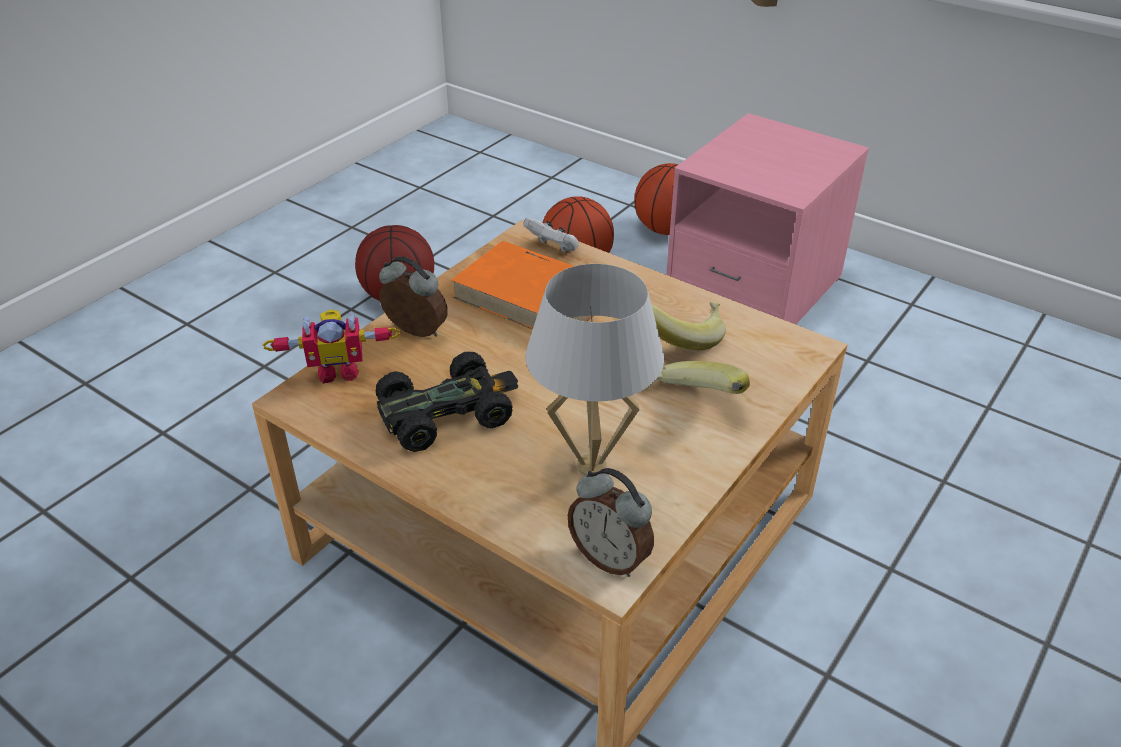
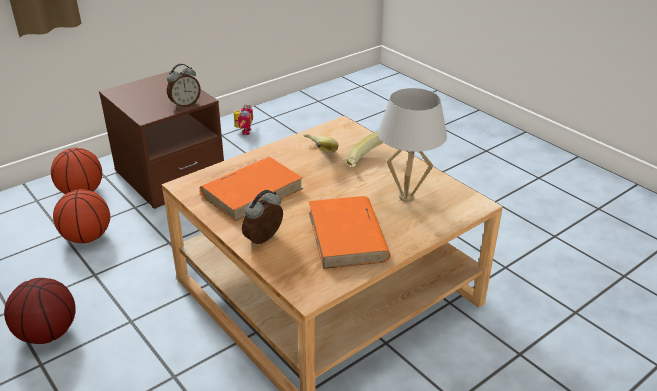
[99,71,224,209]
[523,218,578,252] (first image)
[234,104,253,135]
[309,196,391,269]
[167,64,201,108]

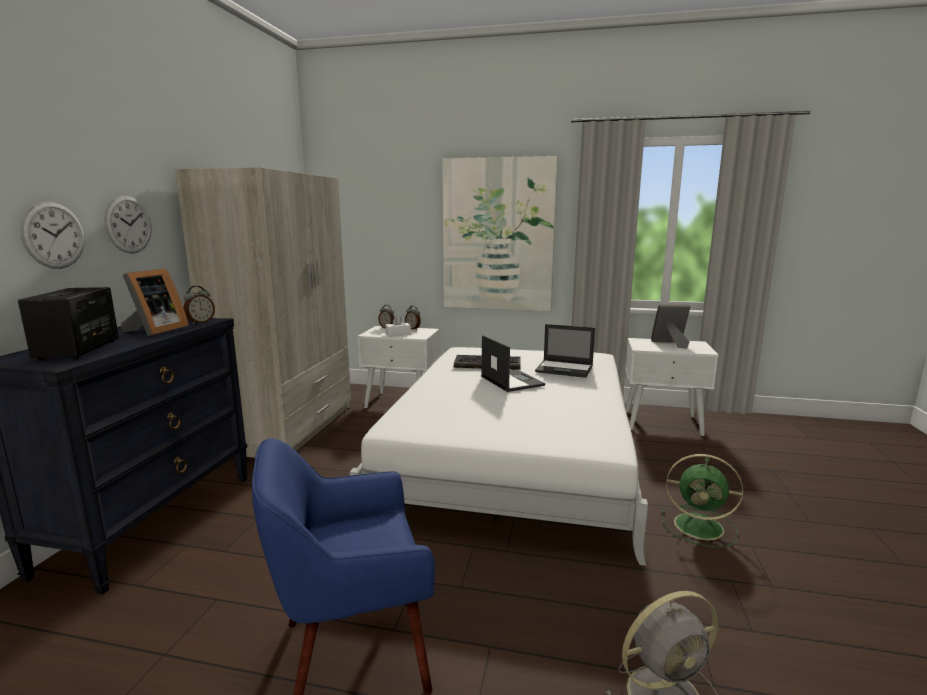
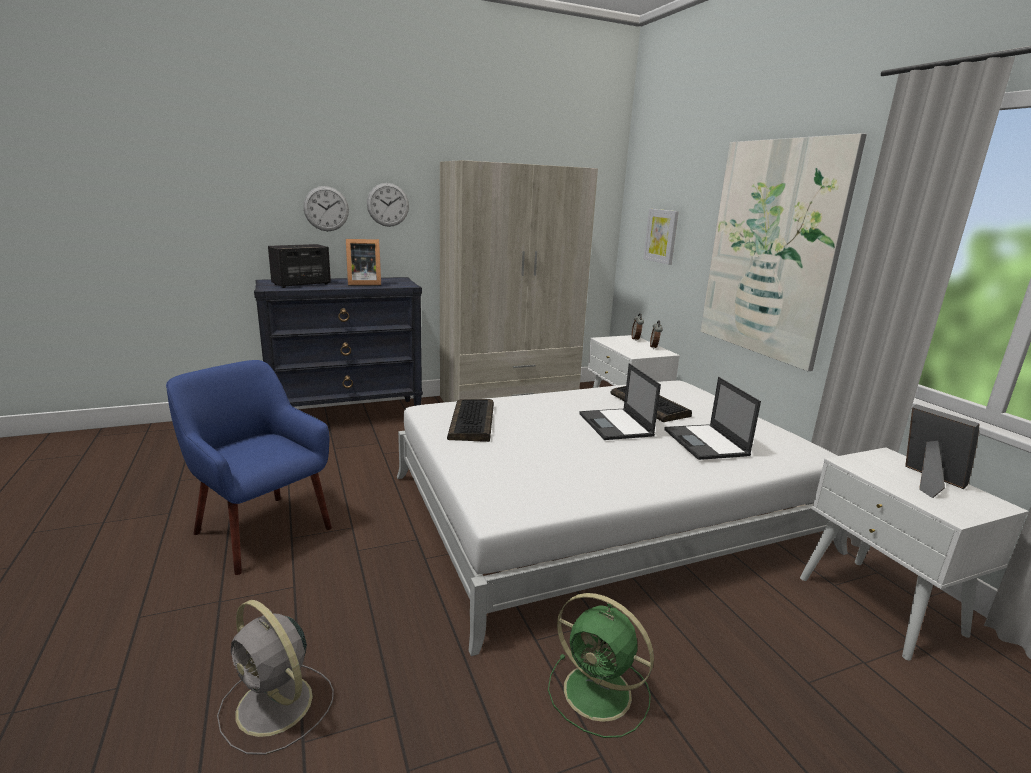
[184,286,215,325] (first image)
[385,315,411,337] (first image)
[580,363,661,440]
[548,593,654,738]
[643,209,679,265]
[447,399,494,442]

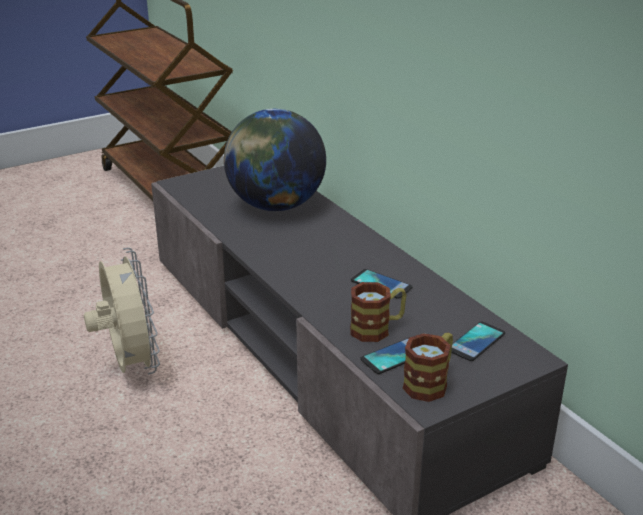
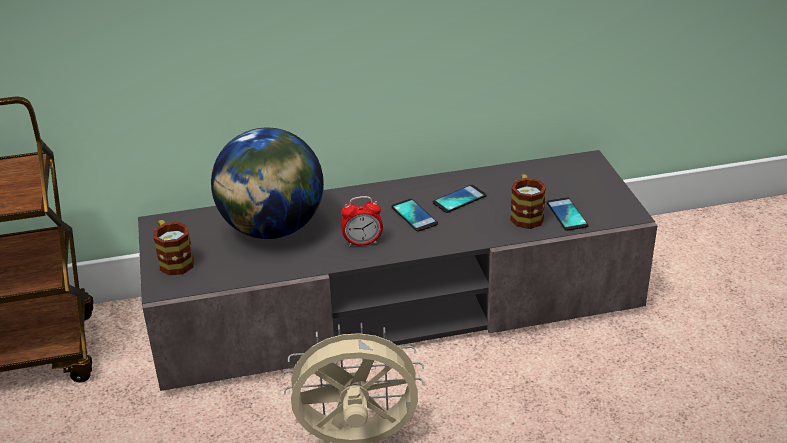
[391,199,438,232]
[153,220,194,276]
[341,196,383,247]

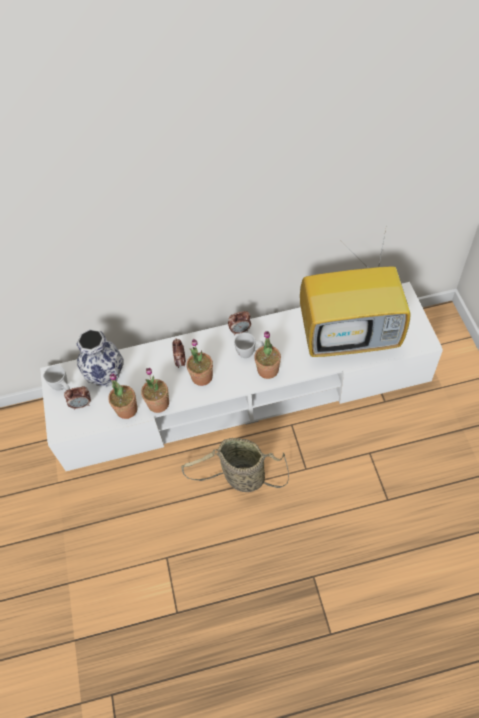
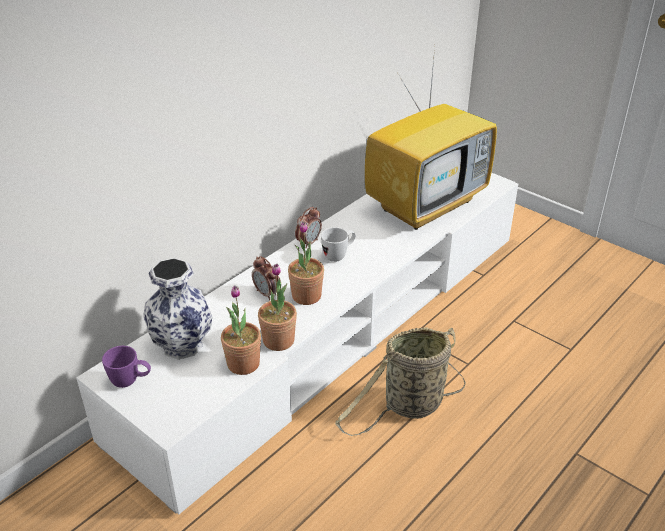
[254,331,281,379] (first image)
[102,346,151,388]
[64,386,91,410] (first image)

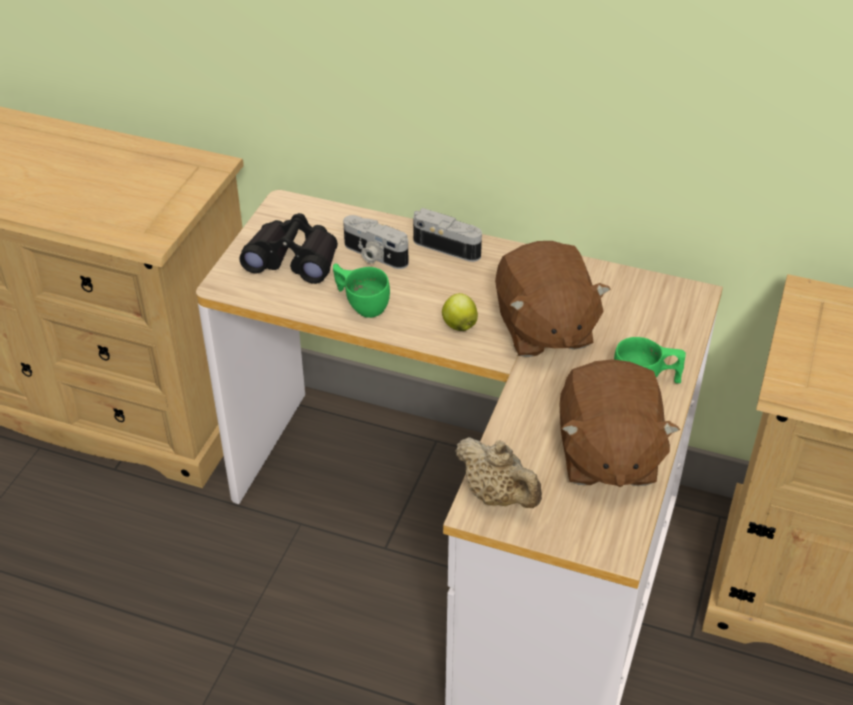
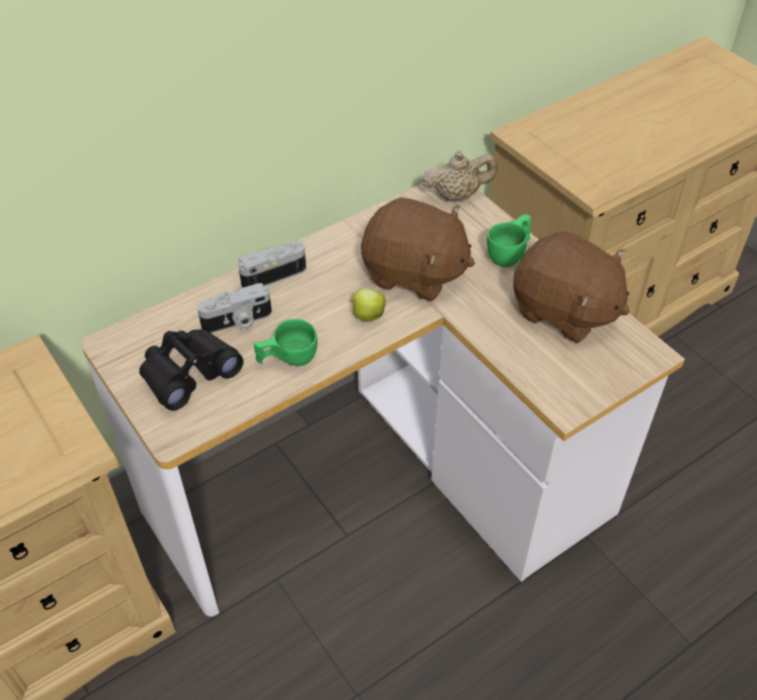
[422,151,497,201]

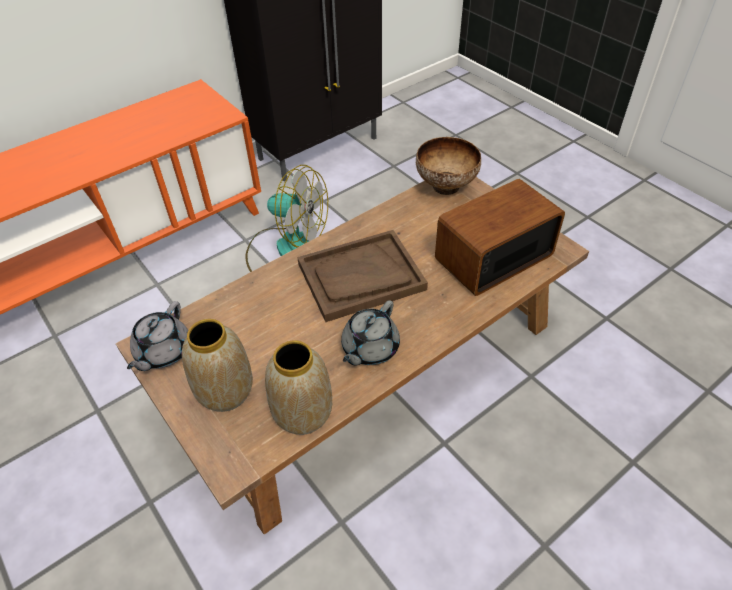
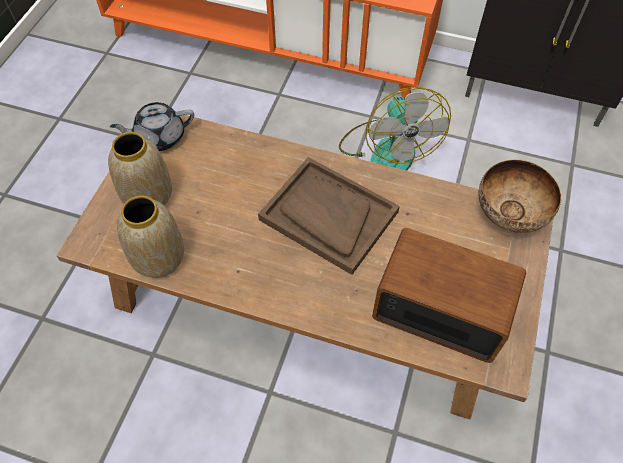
[341,300,400,366] (first image)

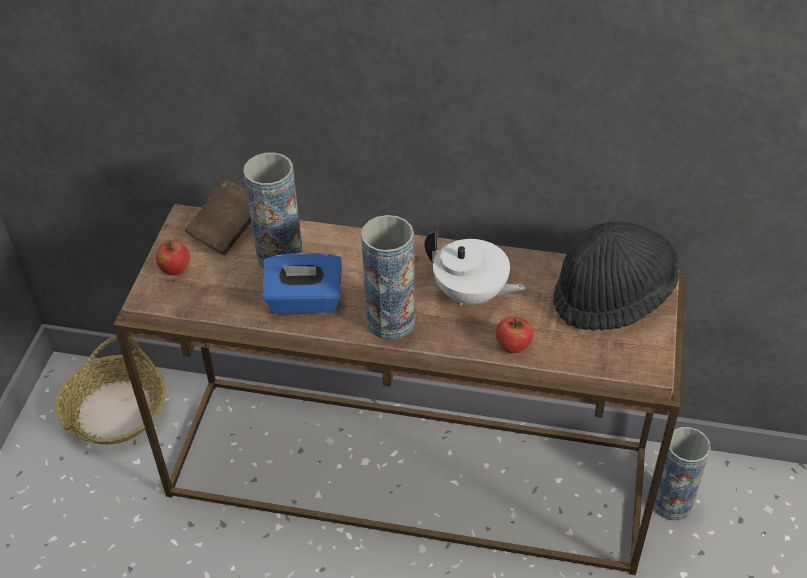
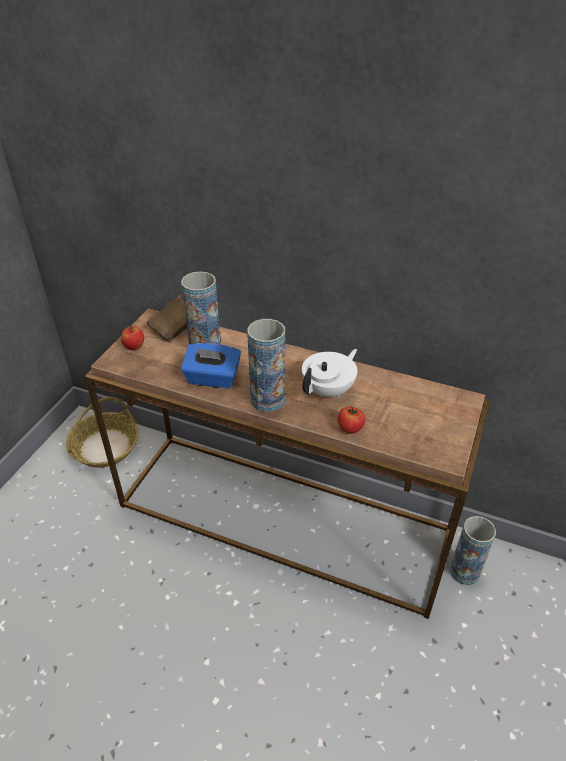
[553,221,679,330] (first image)
[302,349,357,398]

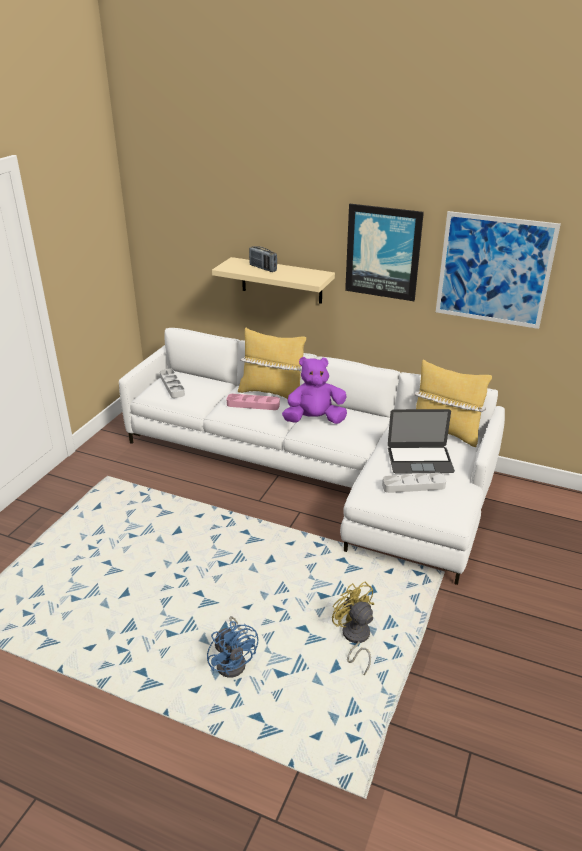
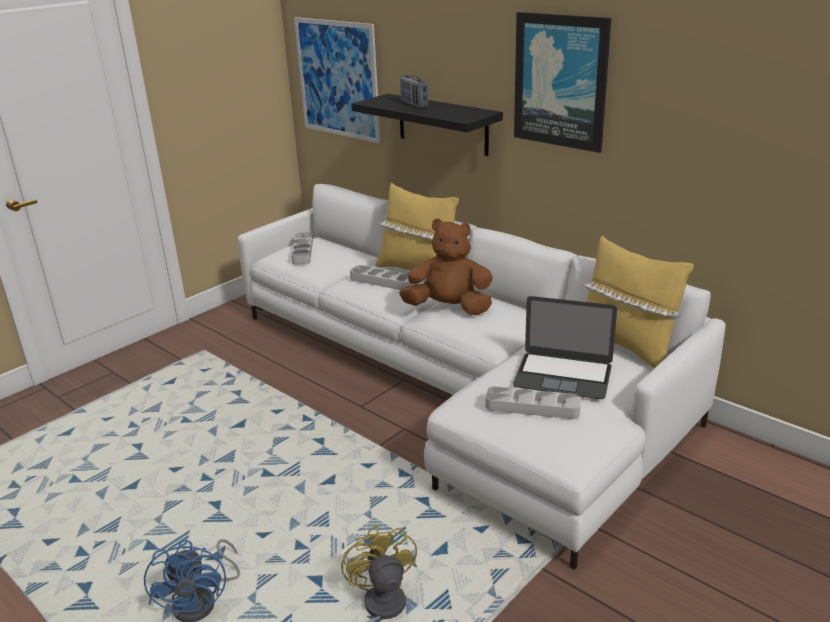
[294,17,381,143]
[351,94,503,156]
[399,218,493,315]
[350,265,416,290]

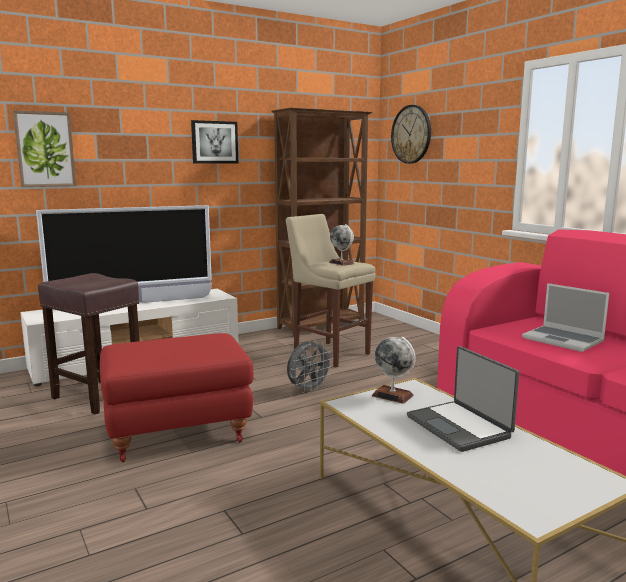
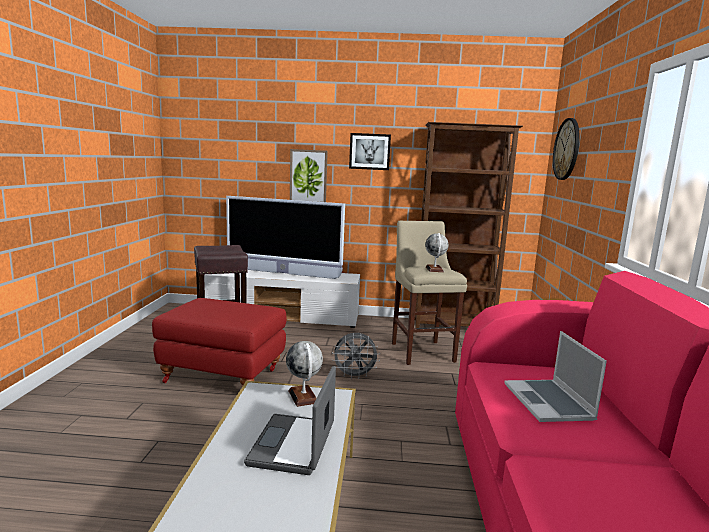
[290,149,328,202]

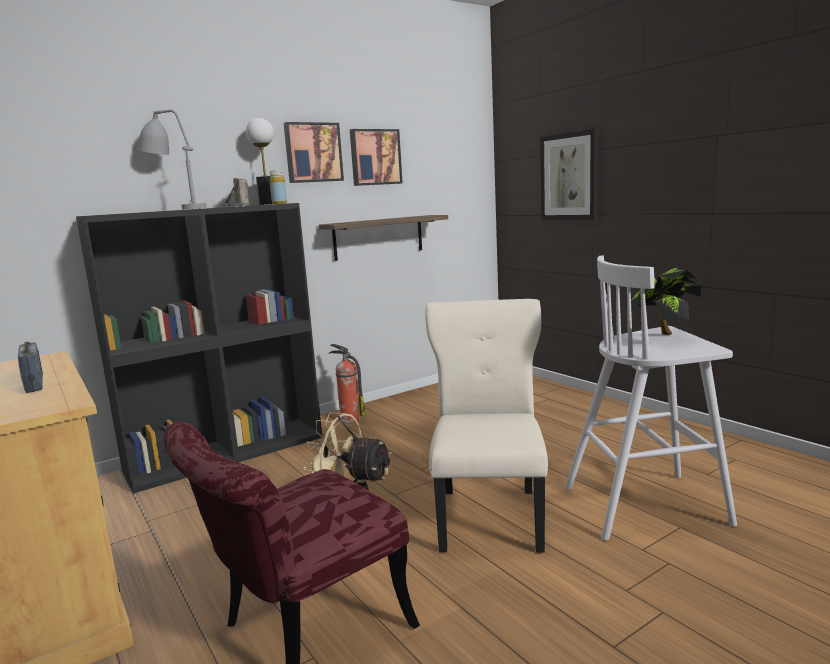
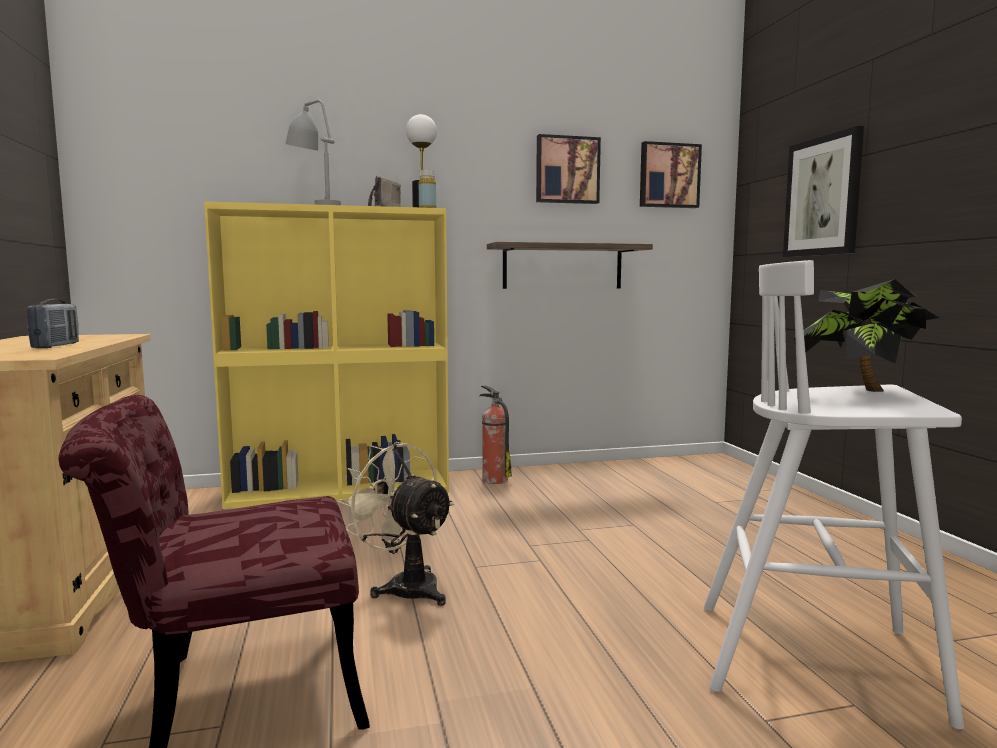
[640,141,702,208]
[204,201,449,509]
[425,299,548,553] (first image)

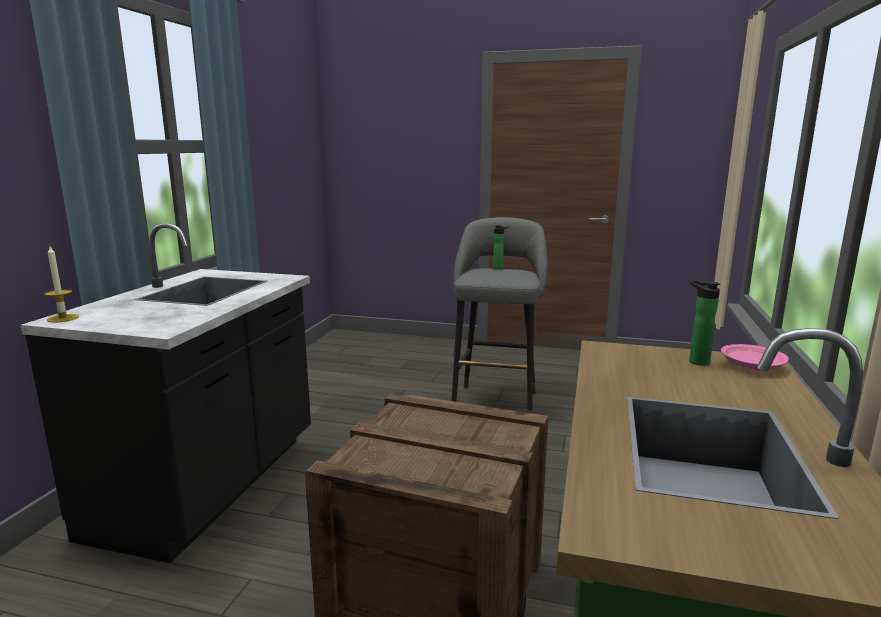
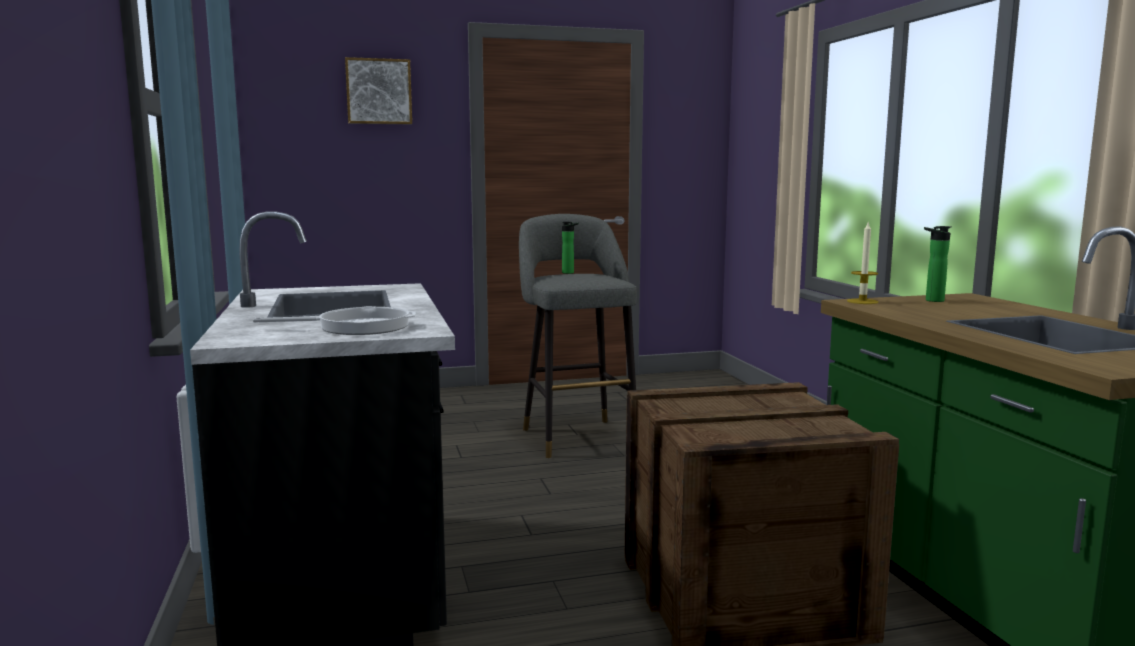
[847,223,879,304]
[721,344,789,371] (first image)
[345,57,412,124]
[253,306,416,335]

